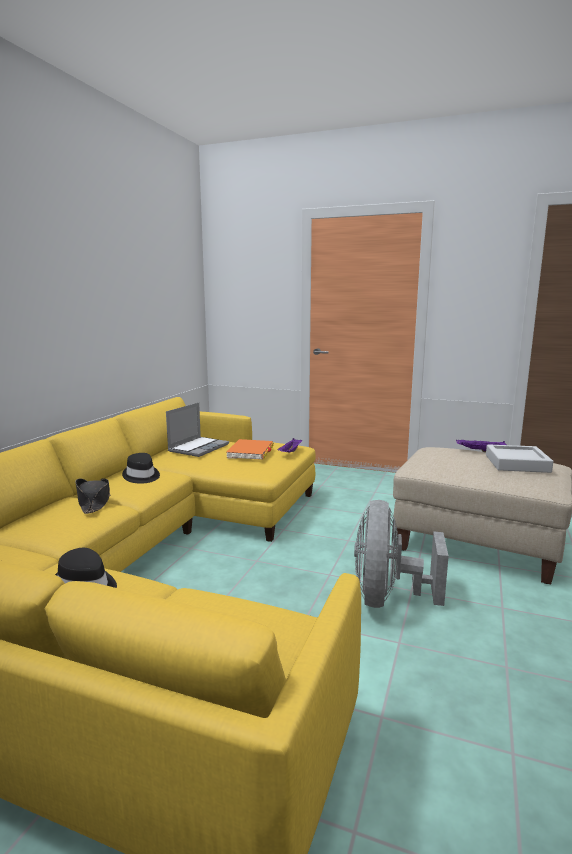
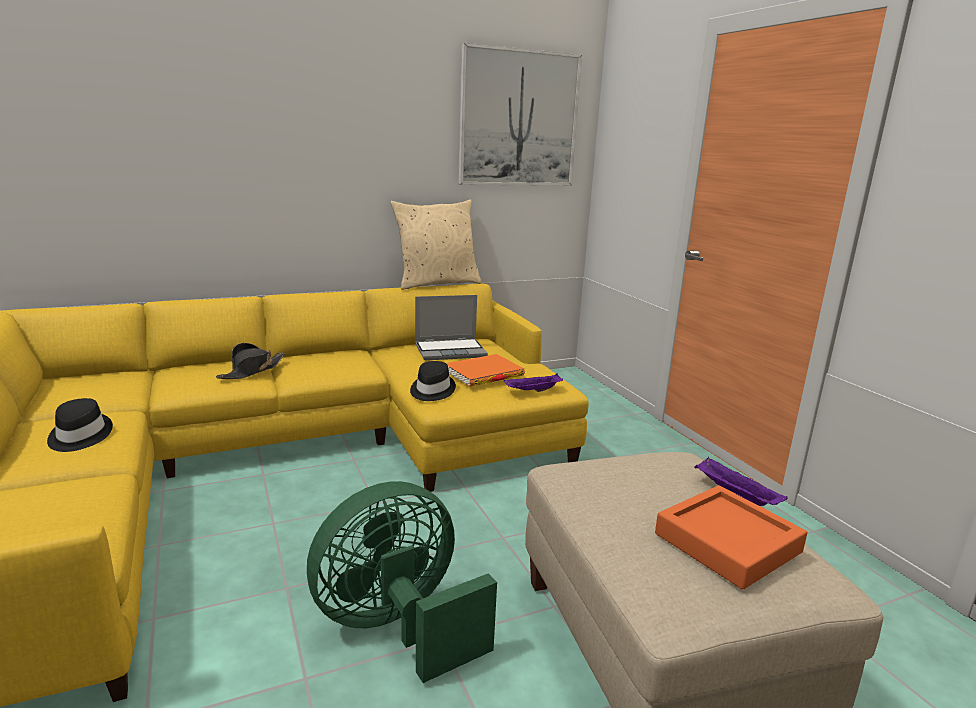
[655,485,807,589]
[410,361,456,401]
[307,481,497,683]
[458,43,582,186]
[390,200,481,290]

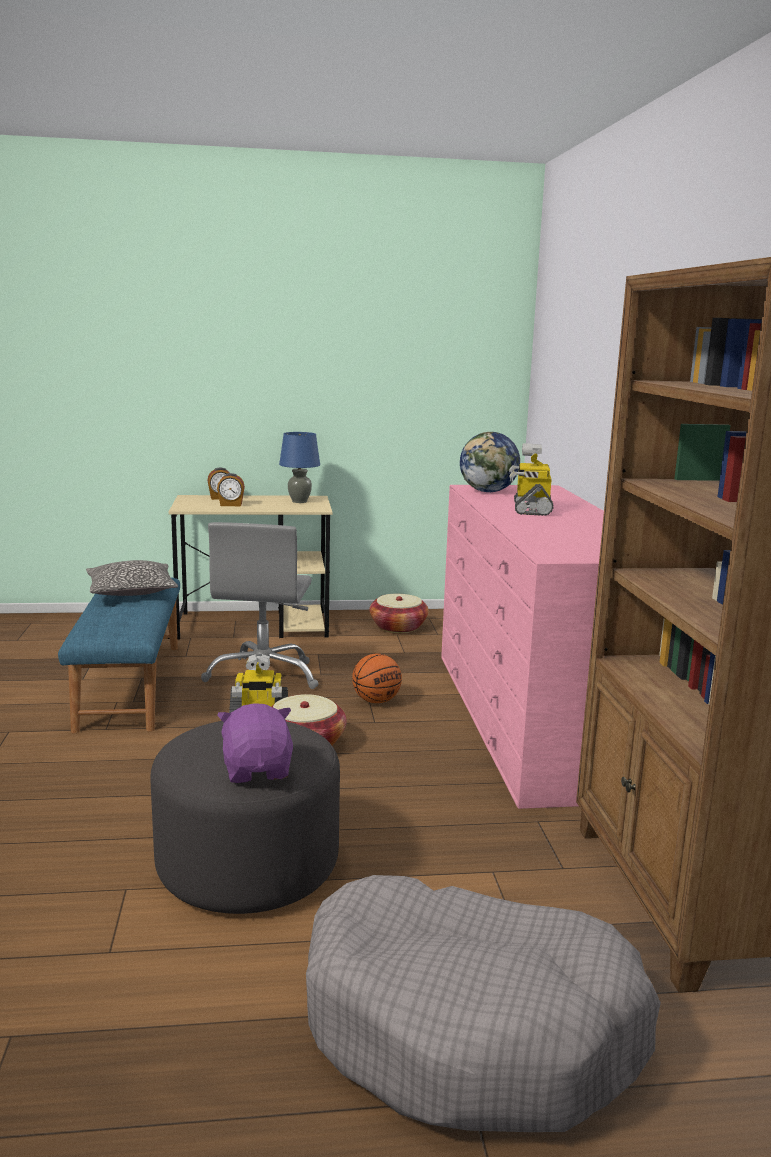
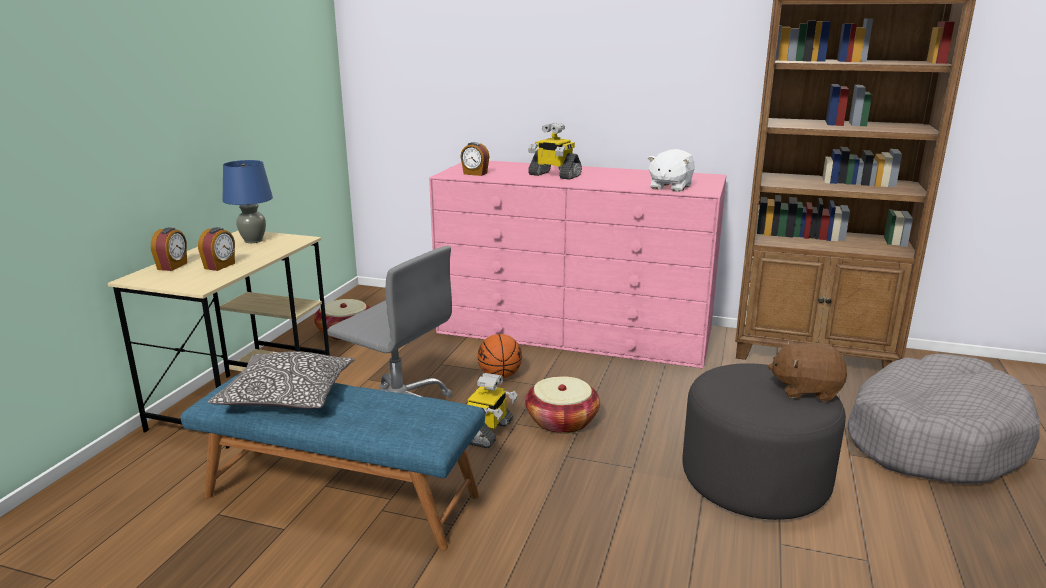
[460,142,490,176]
[768,339,847,402]
[648,149,695,192]

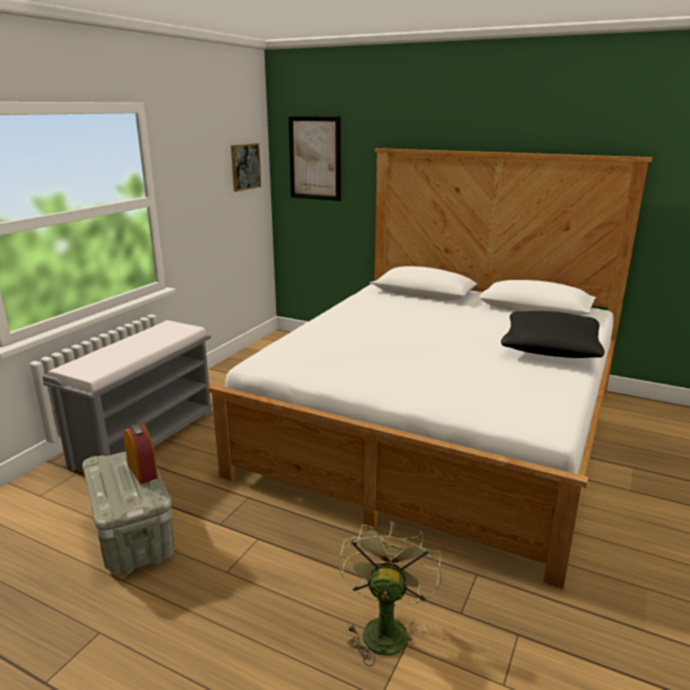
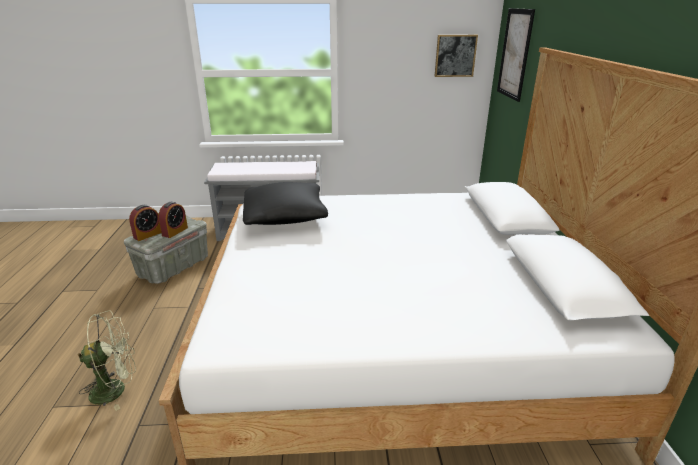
[243,182,328,225]
[129,205,161,241]

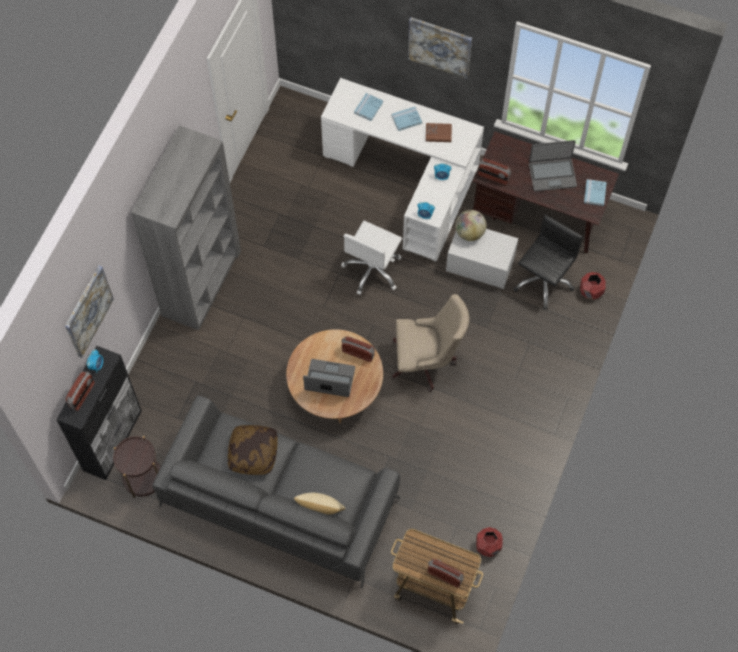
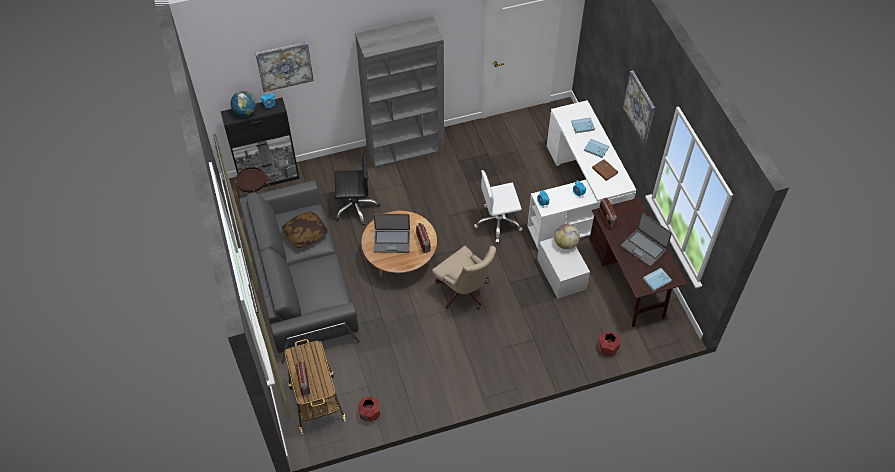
[334,151,380,226]
[374,214,410,253]
[231,91,256,116]
[294,493,346,515] (first image)

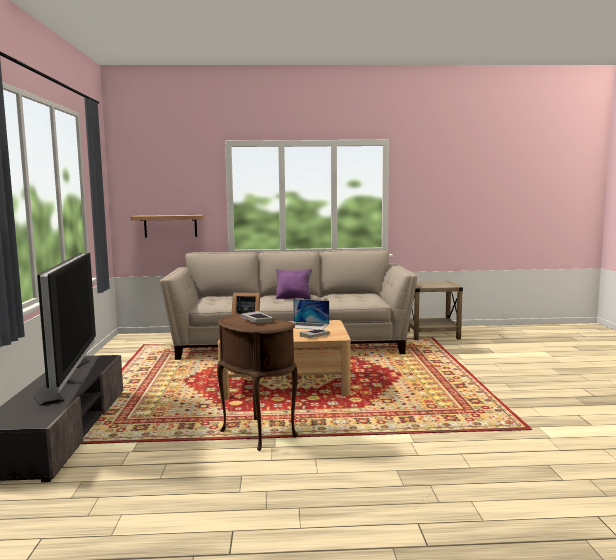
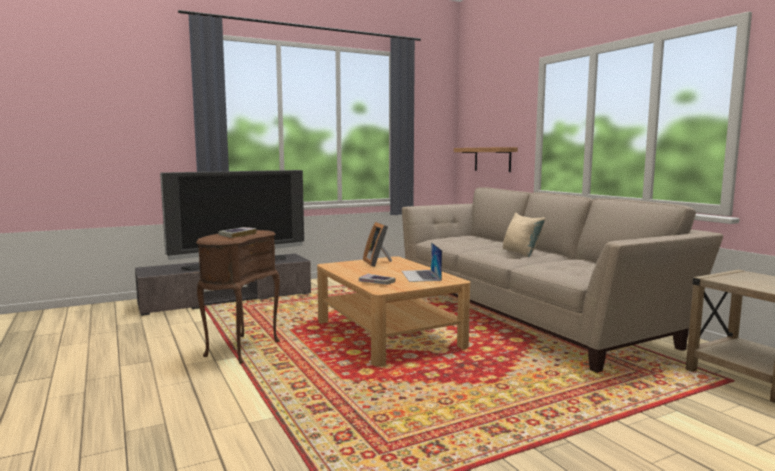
[503,213,545,257]

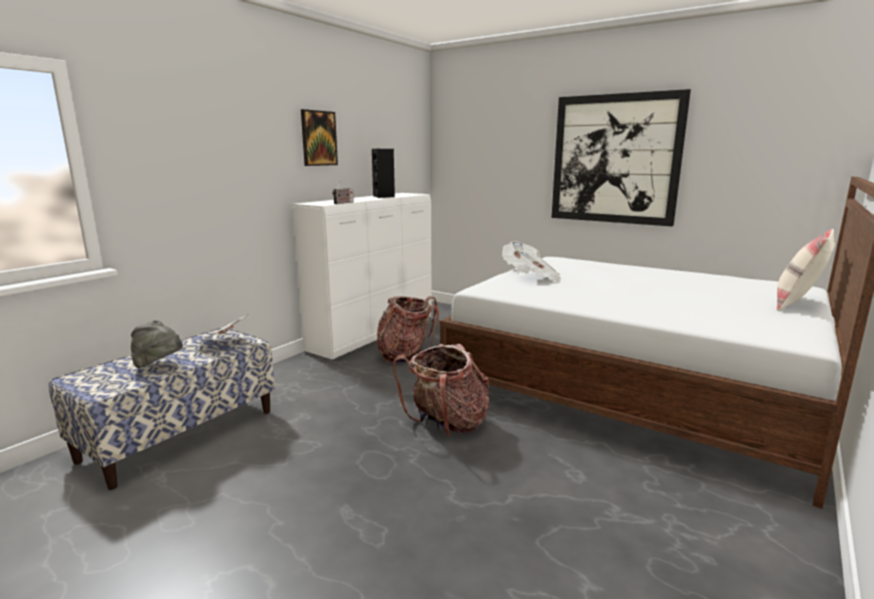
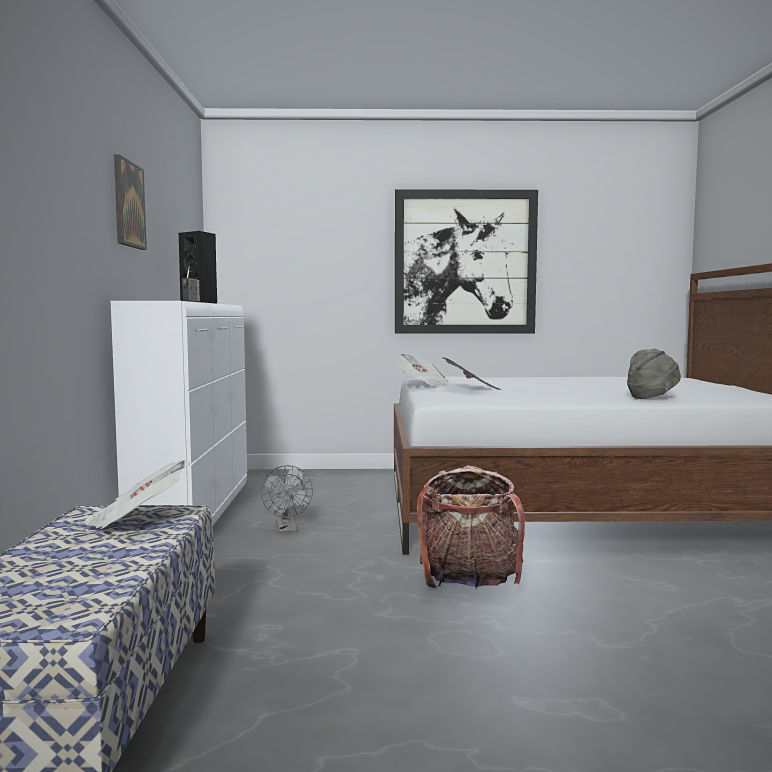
[777,229,835,311] (first image)
[261,465,313,532]
[627,349,681,399]

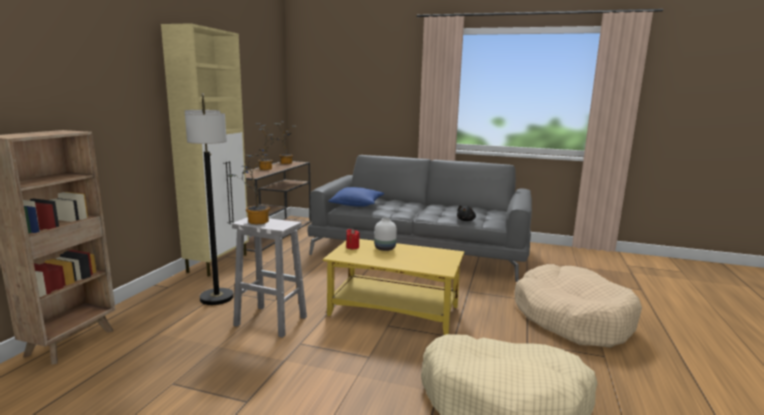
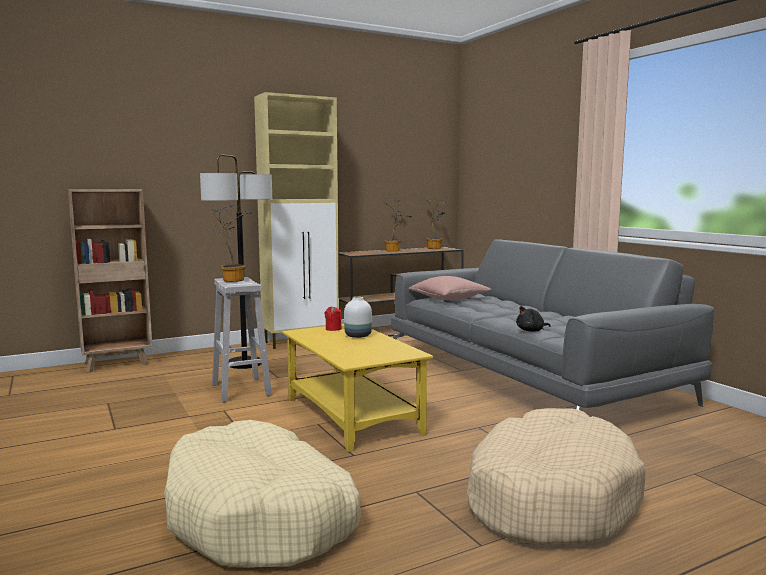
[409,276,492,300]

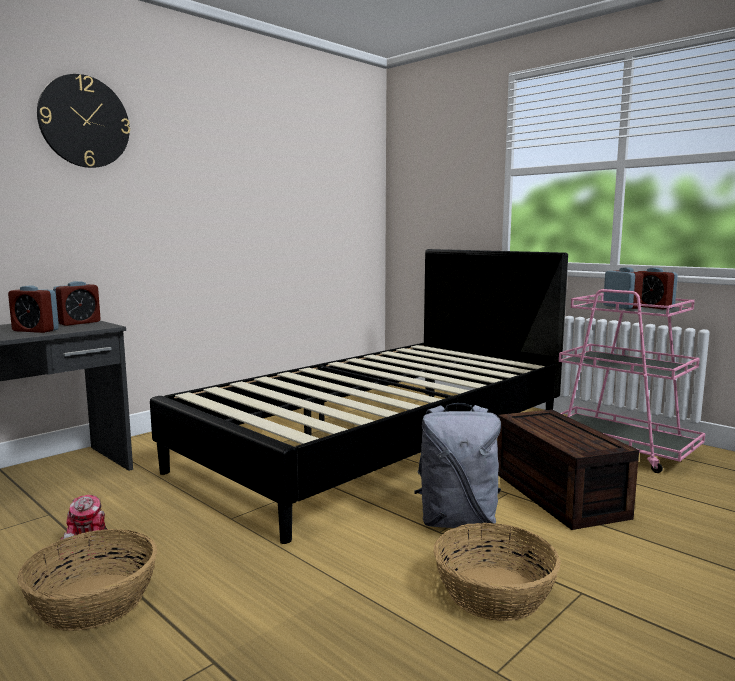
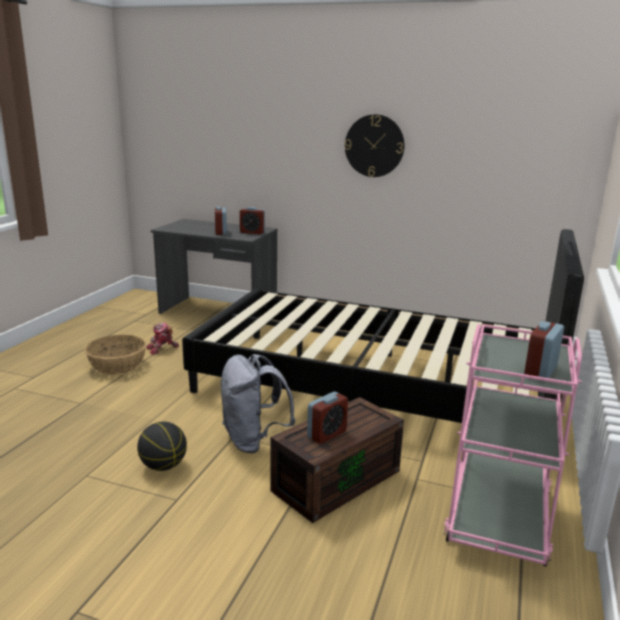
[345,114,405,177]
[307,392,348,444]
[137,422,187,471]

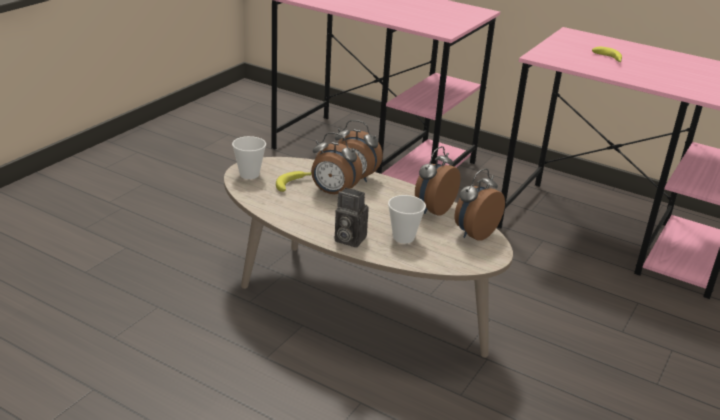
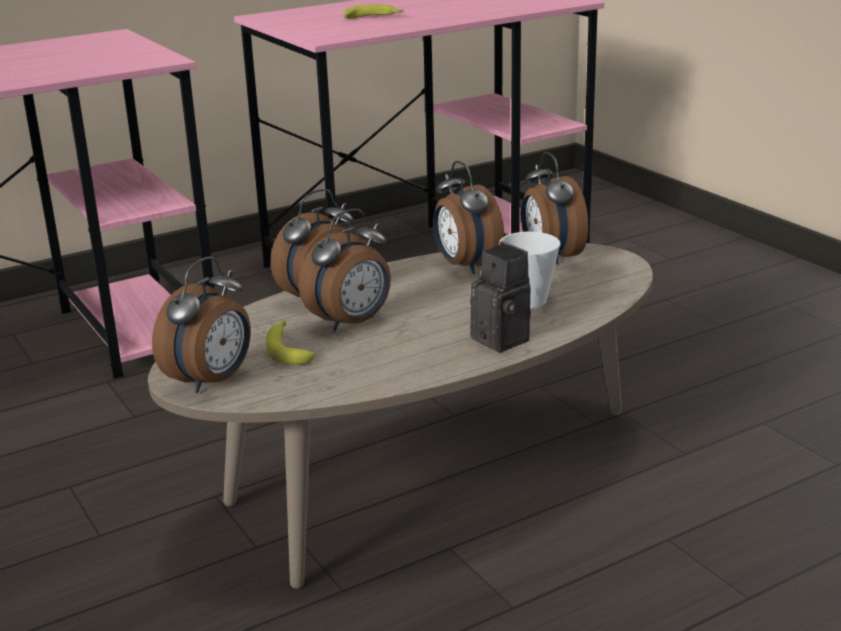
[152,256,251,393]
[470,241,531,353]

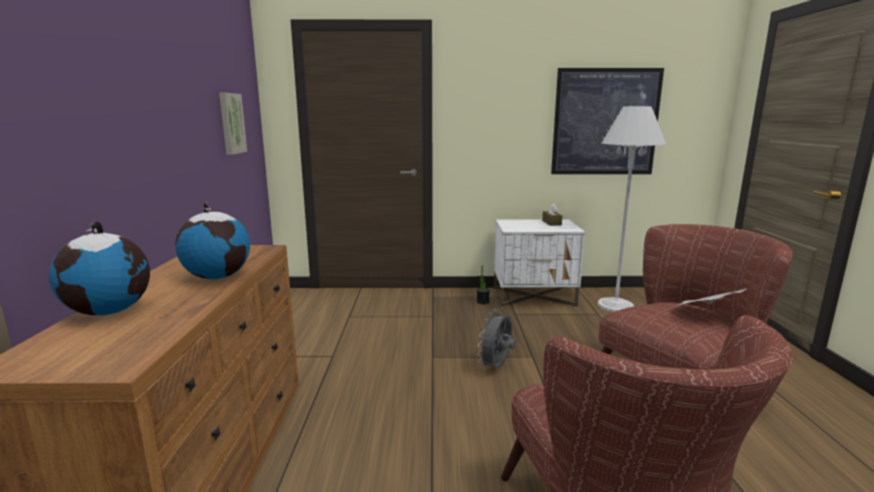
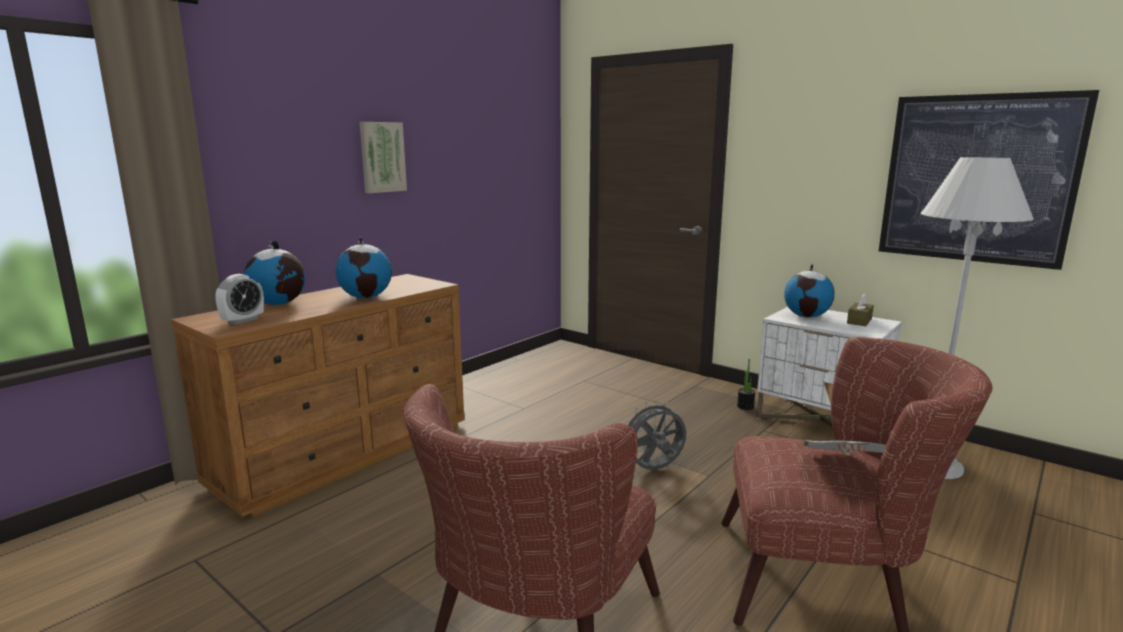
[359,122,407,193]
[784,264,835,318]
[215,274,264,325]

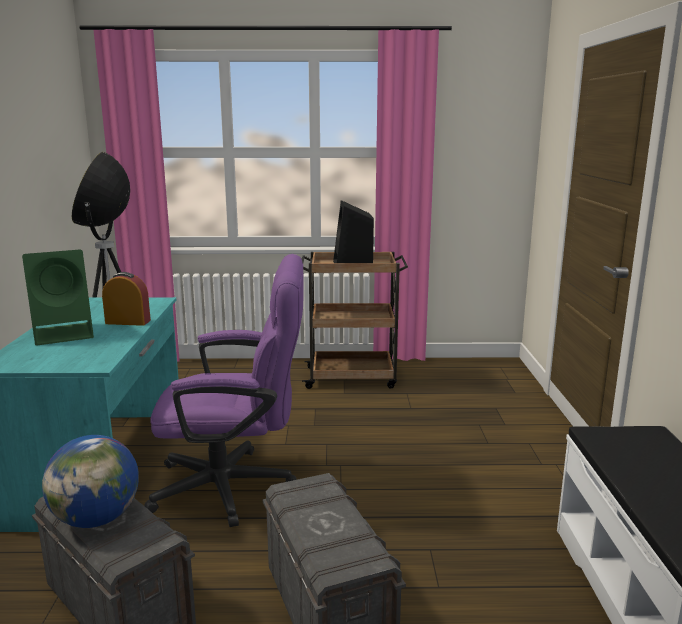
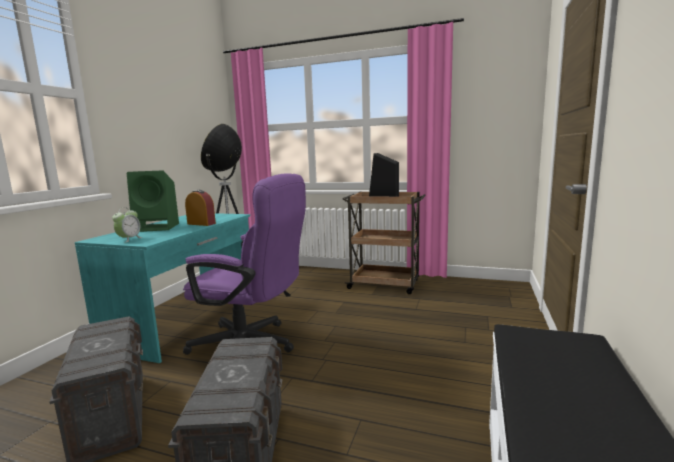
[42,435,139,528] (first image)
[112,207,143,243]

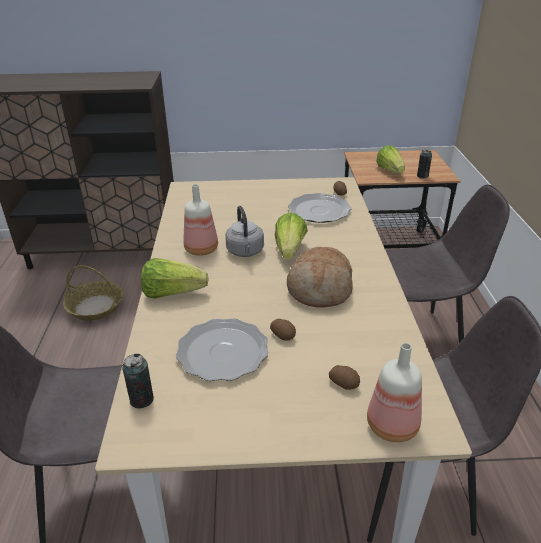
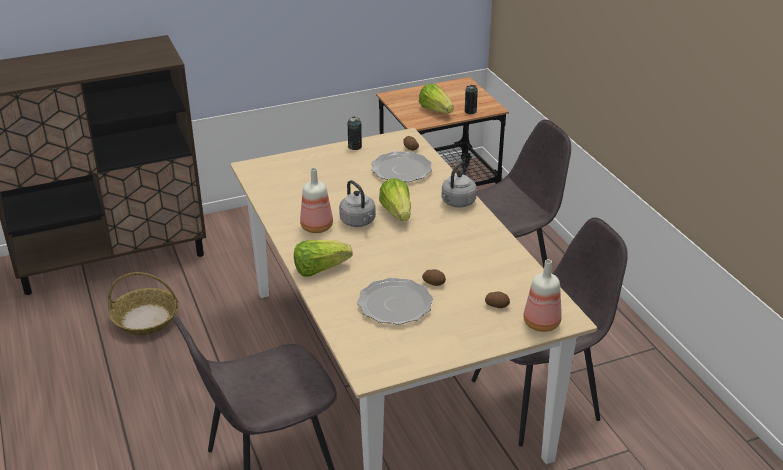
[287,247,353,308] (first image)
[348,117,362,150]
[441,161,477,208]

